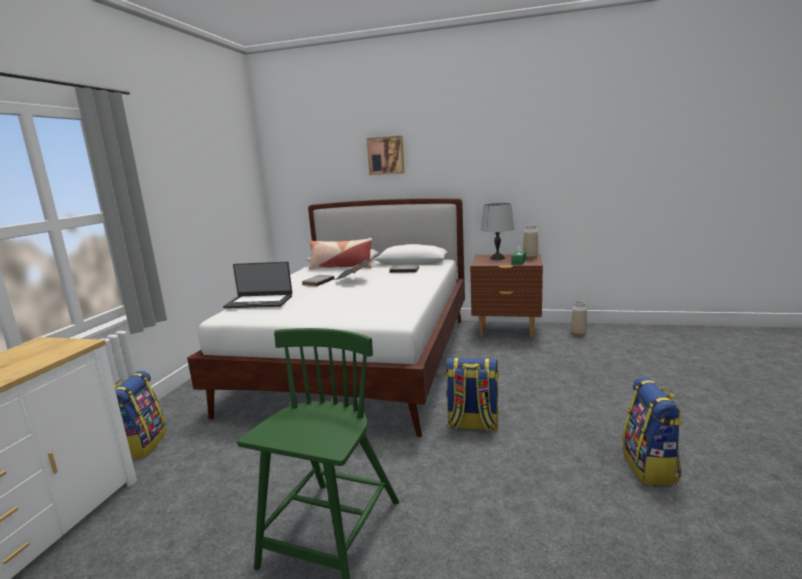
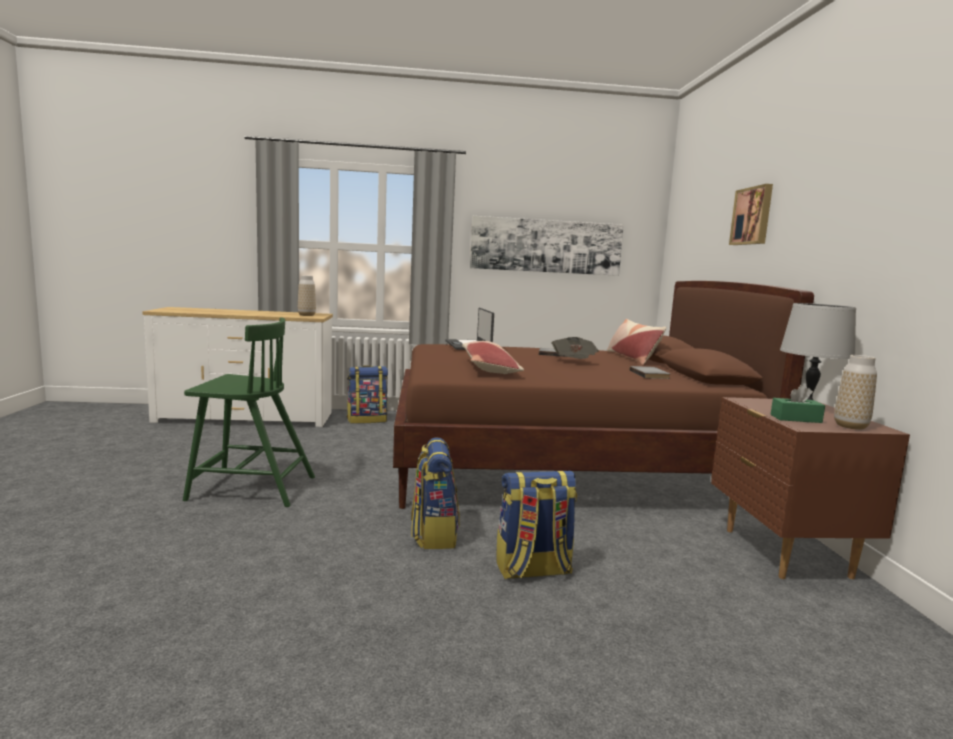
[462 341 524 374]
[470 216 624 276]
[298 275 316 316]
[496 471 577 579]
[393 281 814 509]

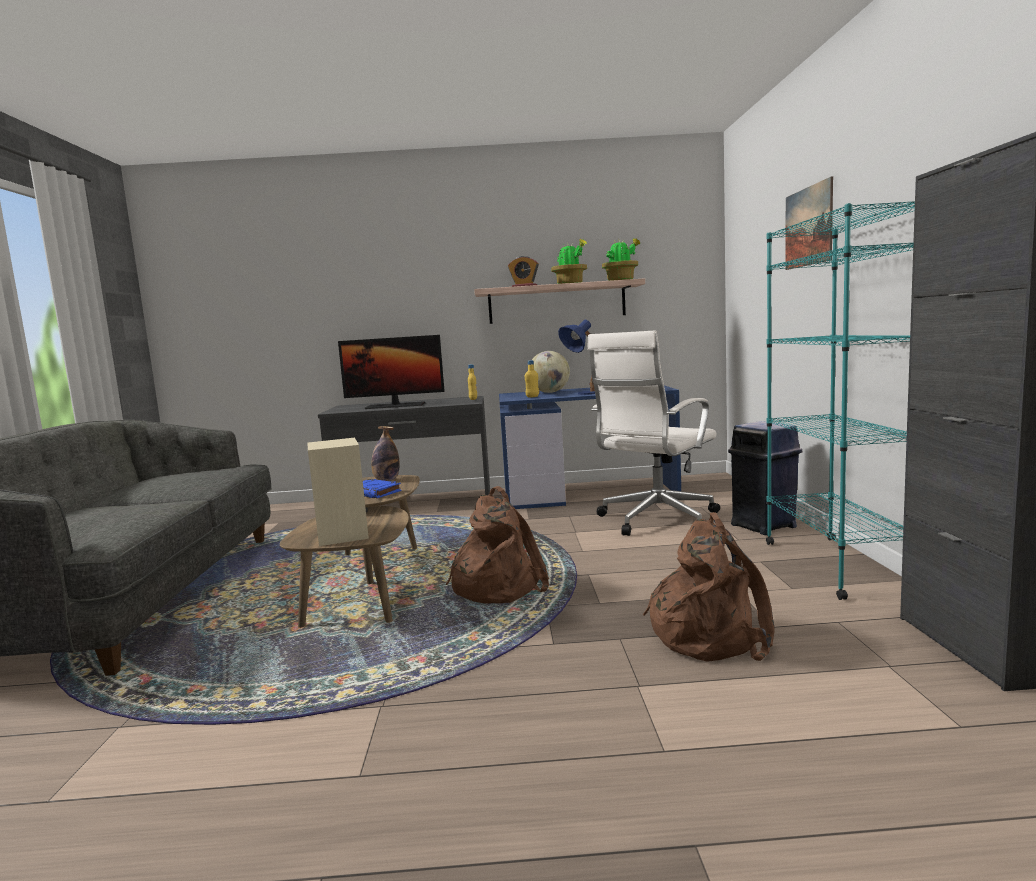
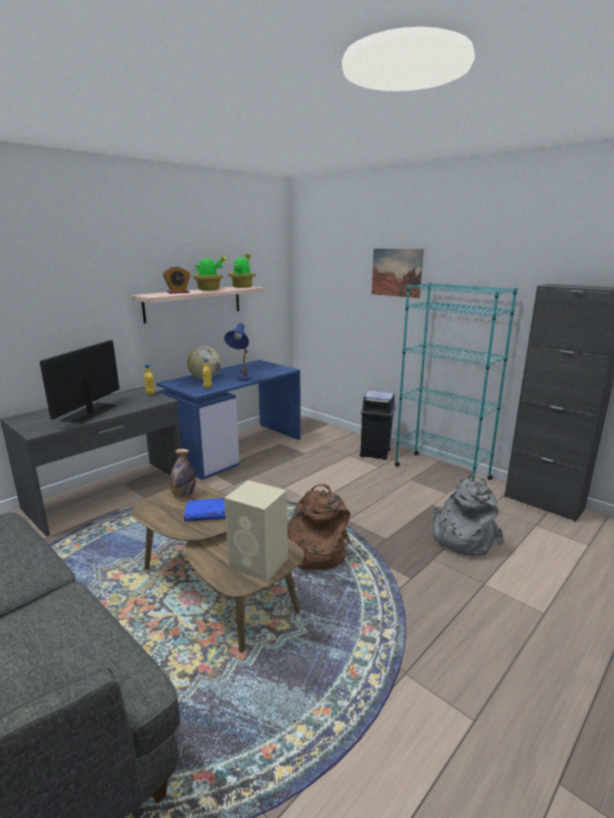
[587 331 720 536] (first image)
[432 474 504 556]
[39 340 120 424]

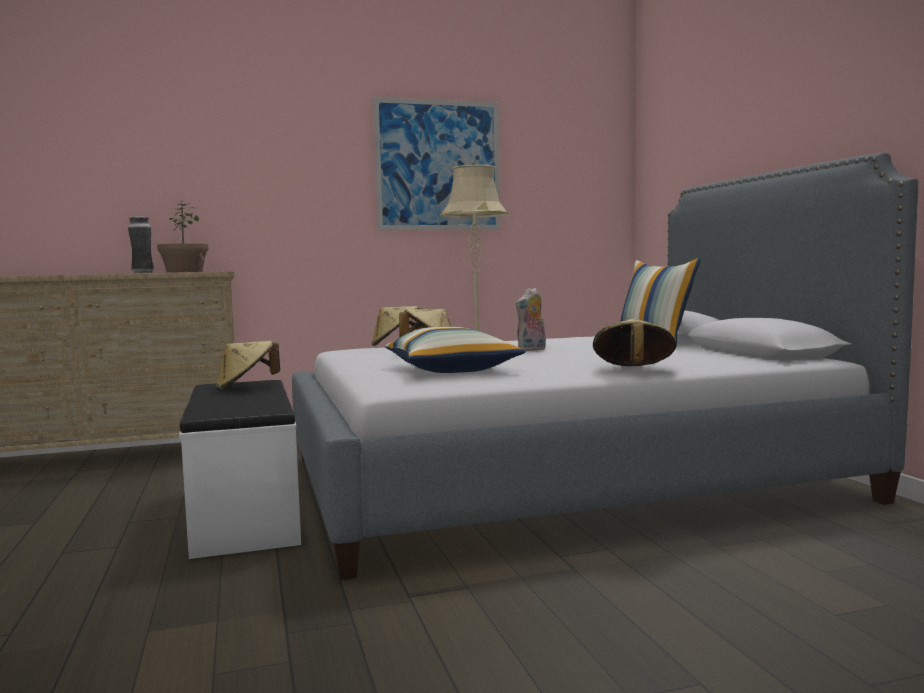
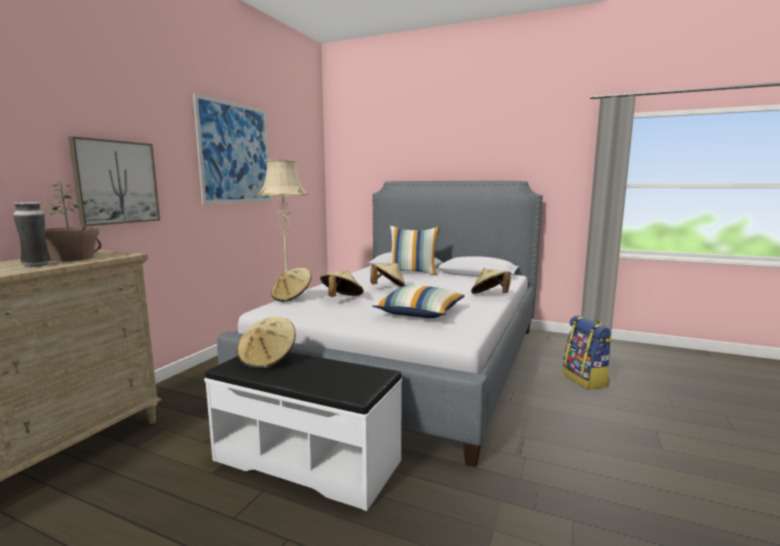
[68 136 160 226]
[562 315 612 390]
[371 263 406 287]

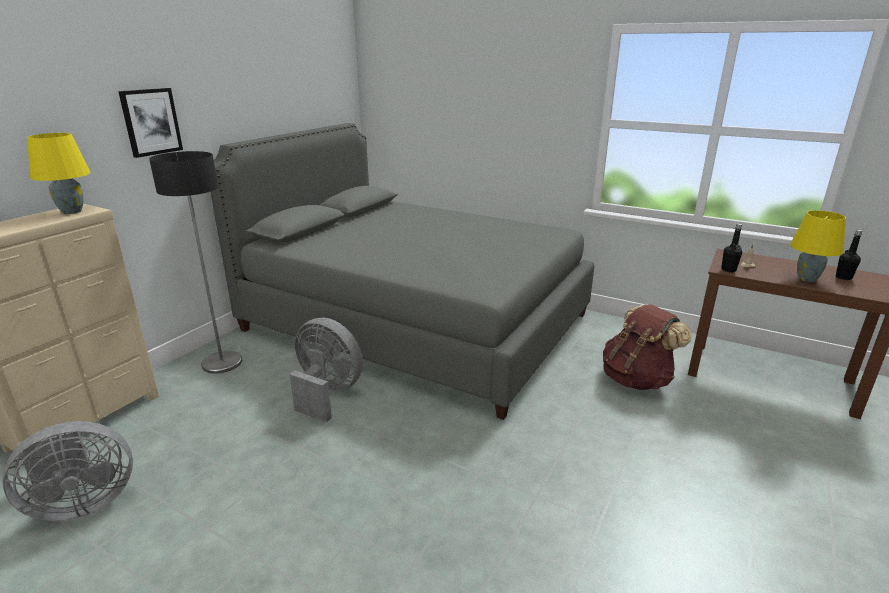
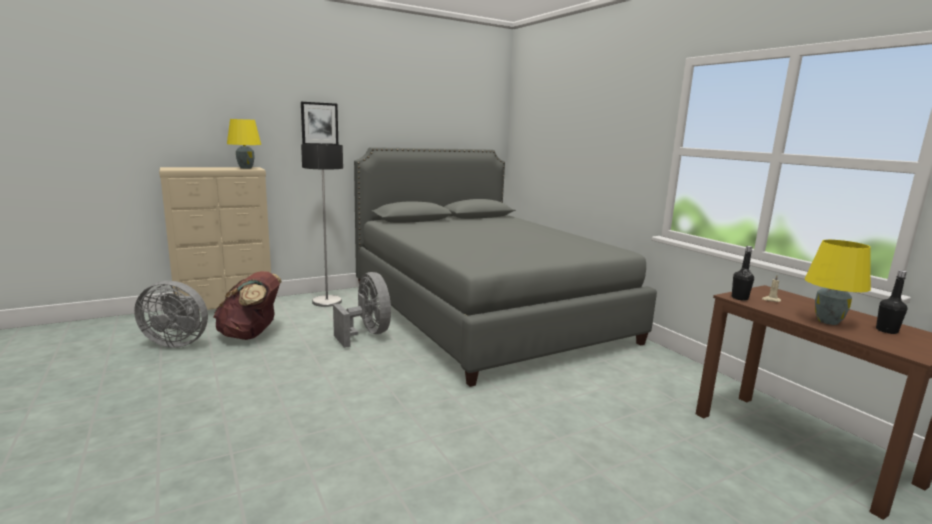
[213 271 282 340]

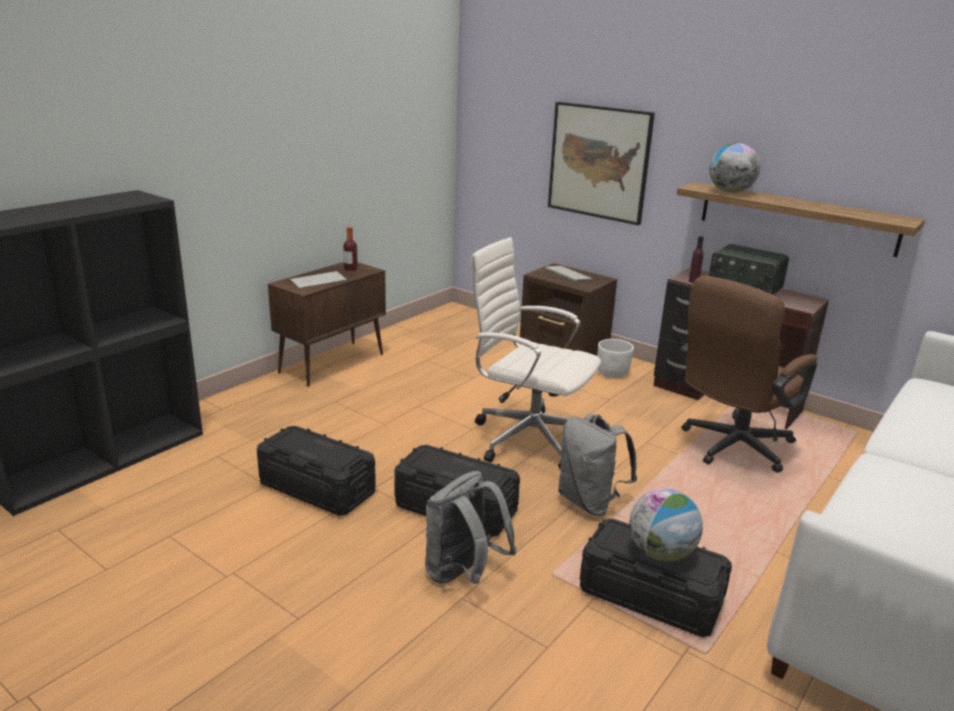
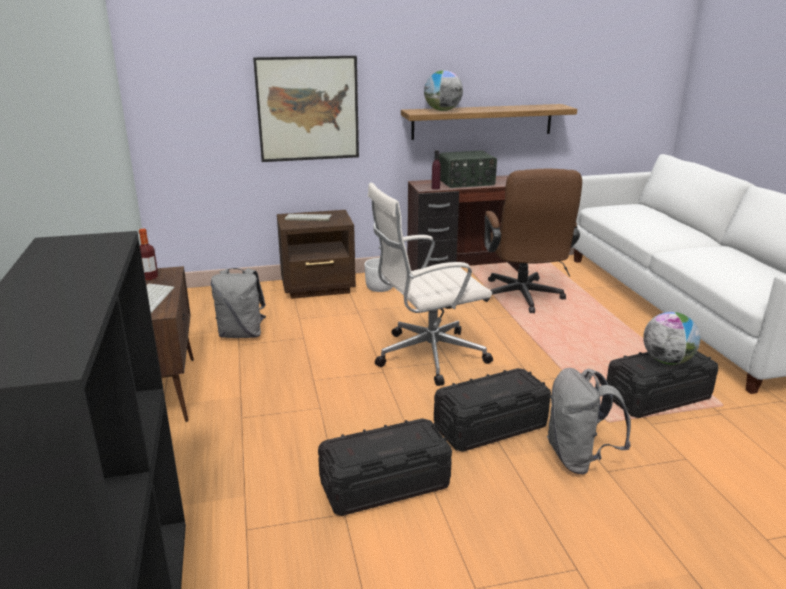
[211 268 266 338]

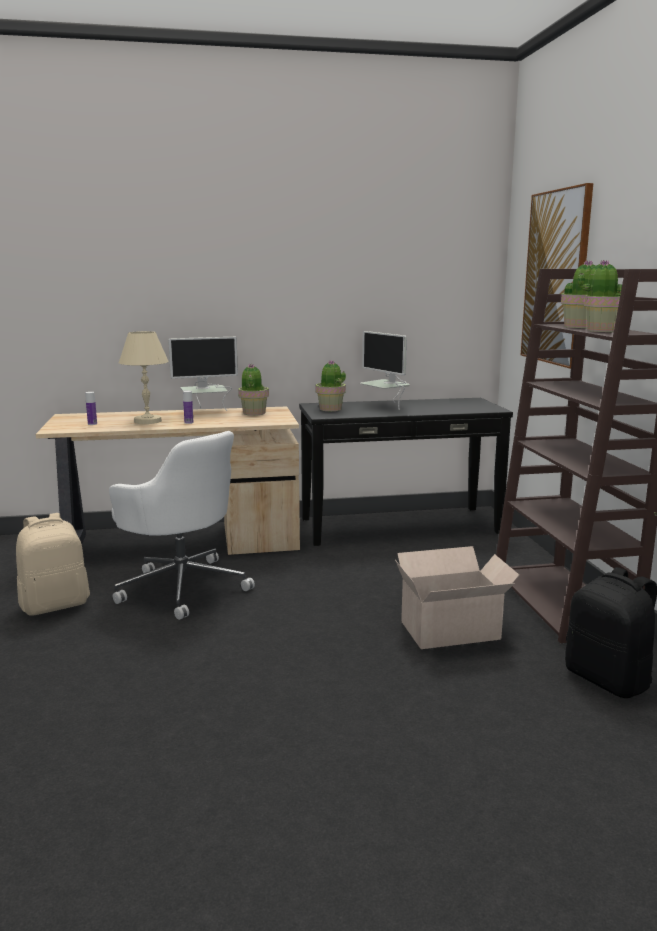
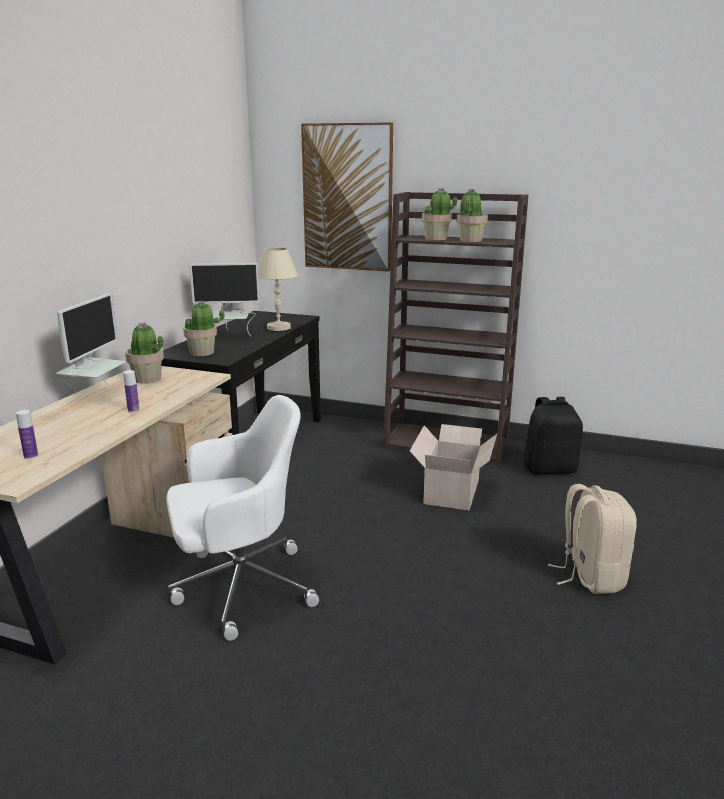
[548 484 637 594]
[258 247 298 331]

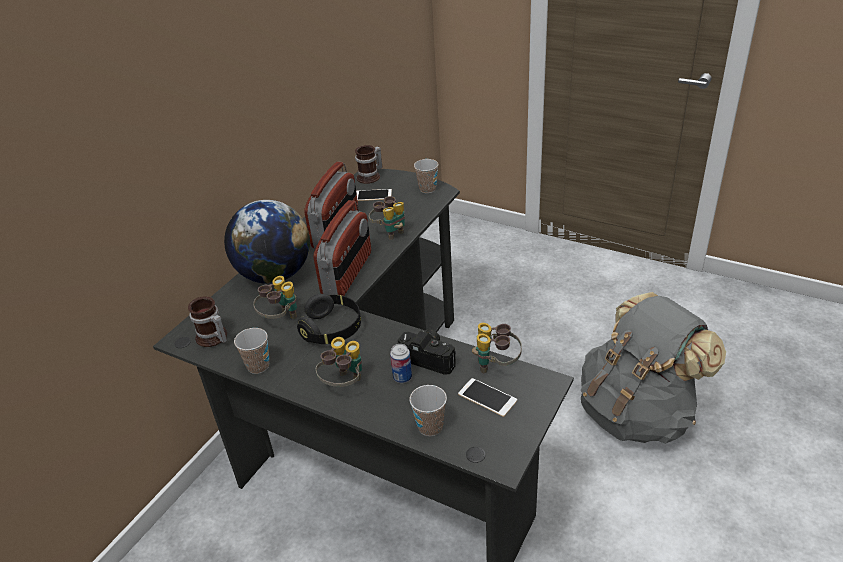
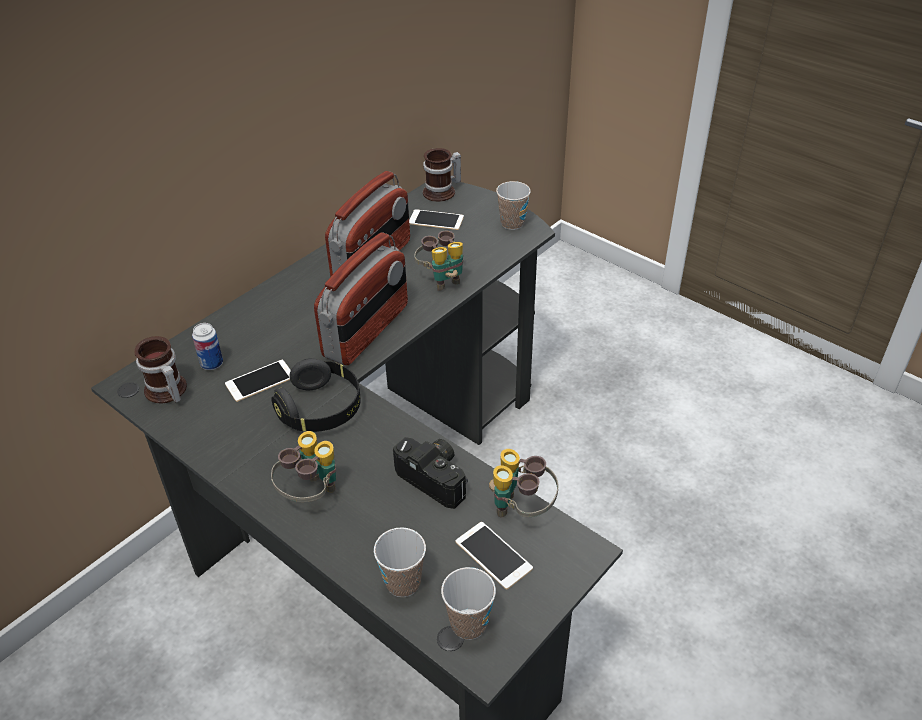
[224 200 310 284] (first image)
[580 292 726 444] (first image)
[441 567 496 640]
[192 323 223 370]
[225 360 291 402]

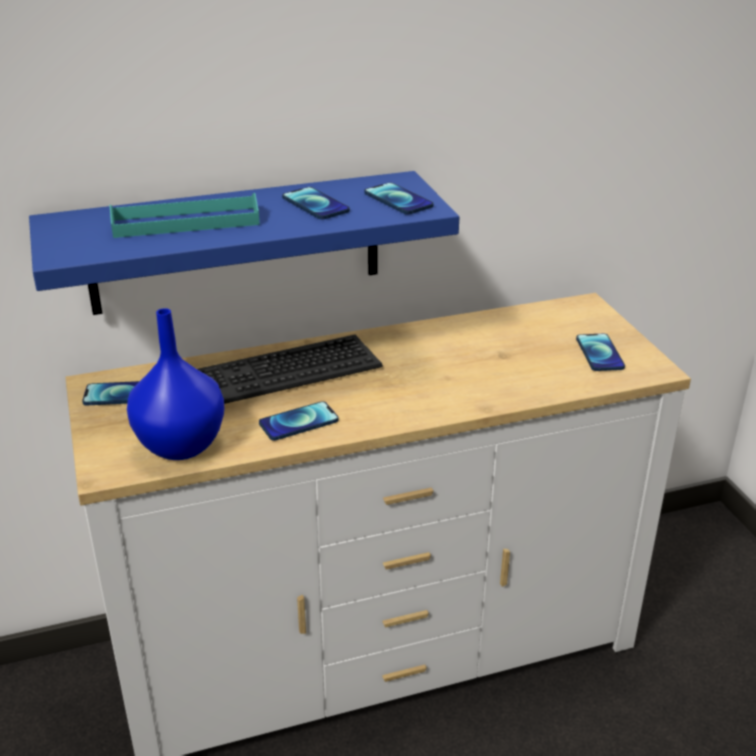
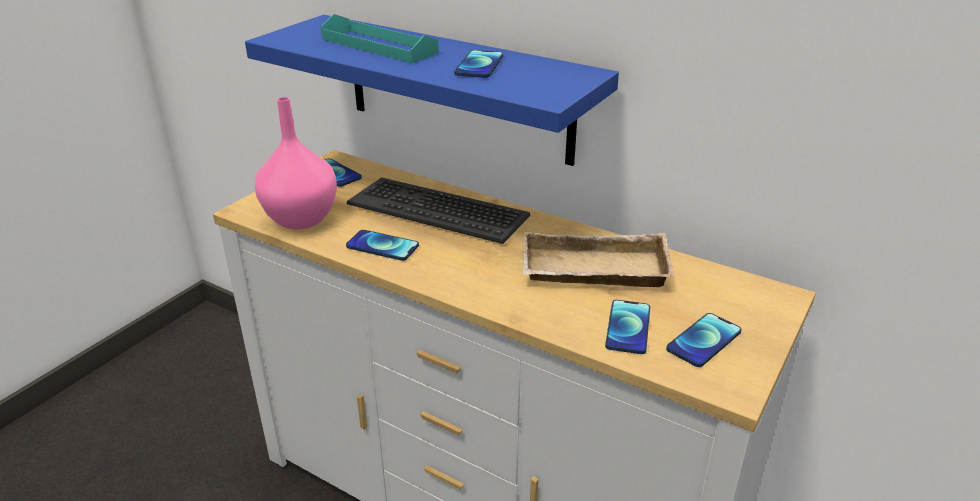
[522 232 675 287]
[605 300 650 354]
[255 97 337 229]

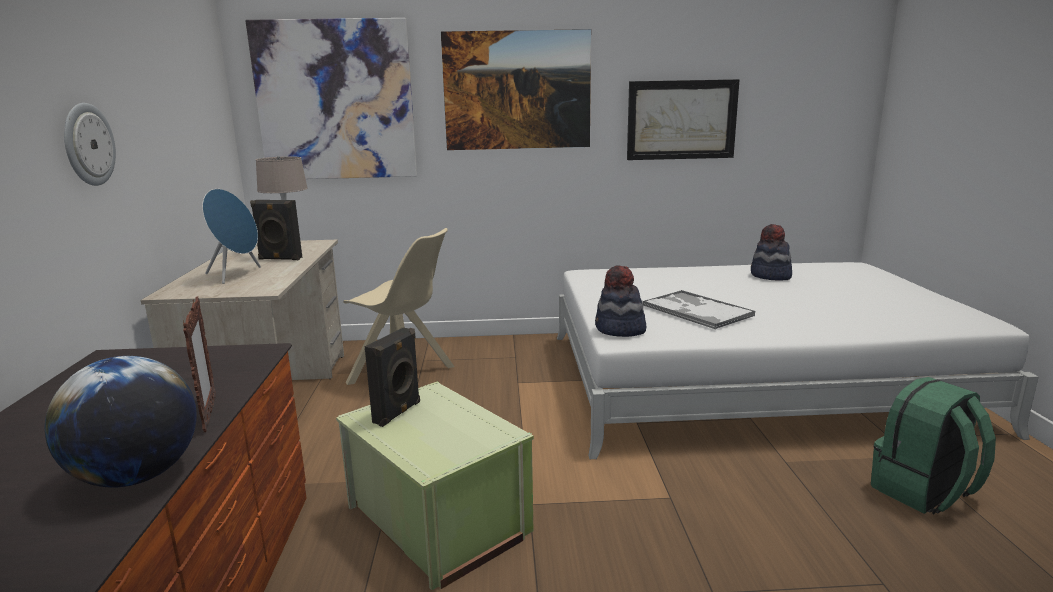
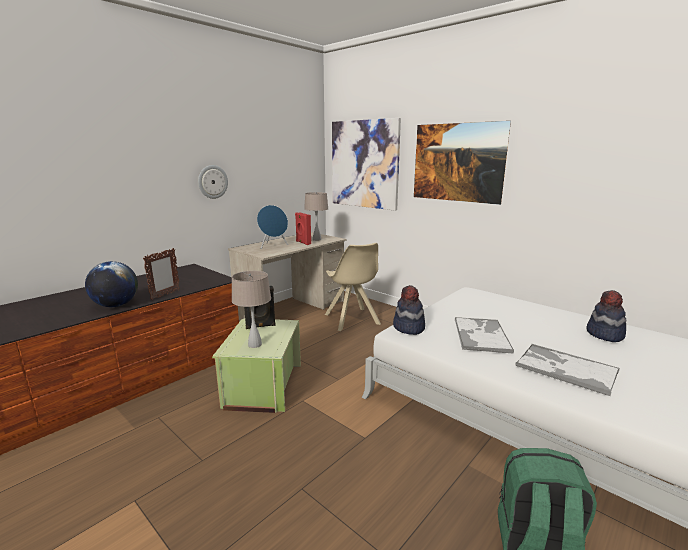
[627 79 740 160] (first image)
[232 271 271 348]
[515 344 620 396]
[295 213 311 245]

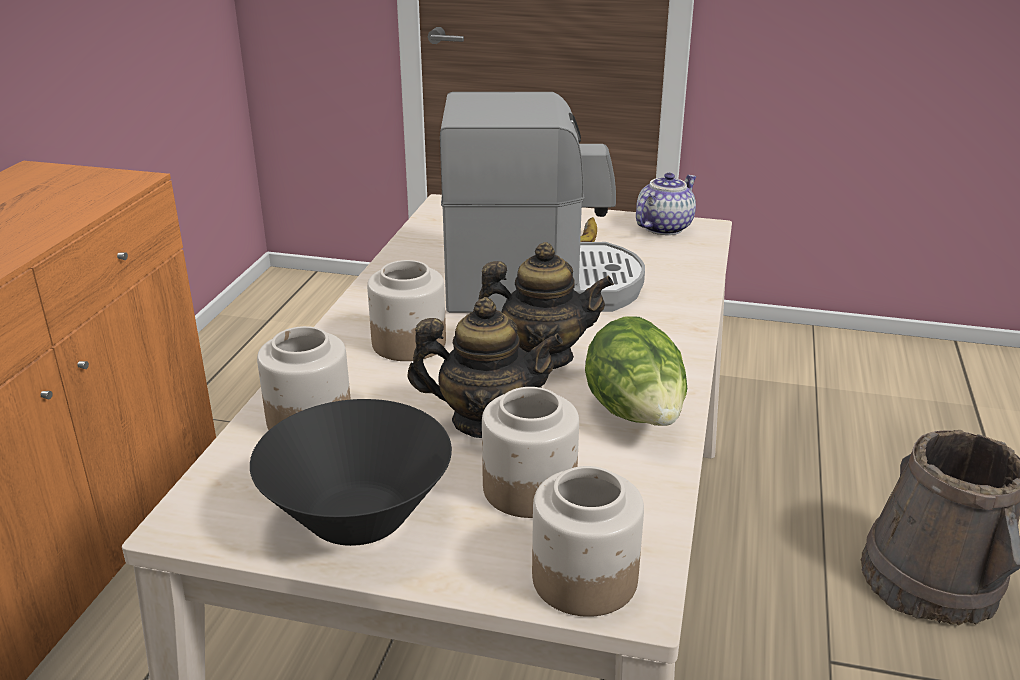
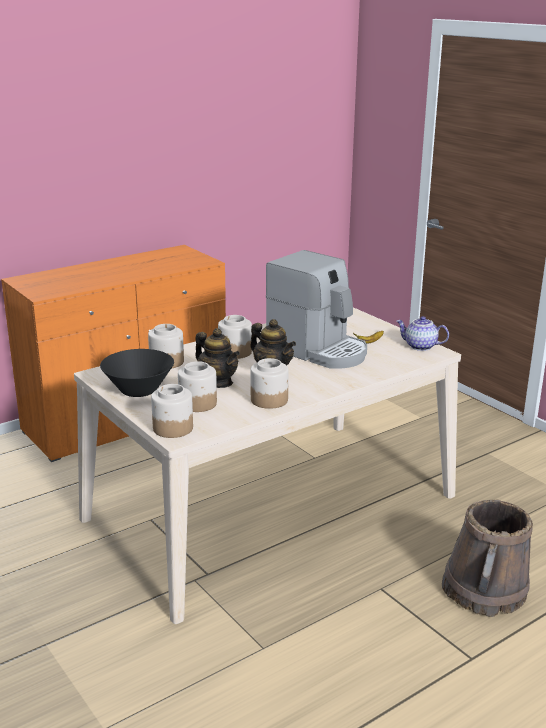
[251 358 289 409]
[397 316 449 351]

